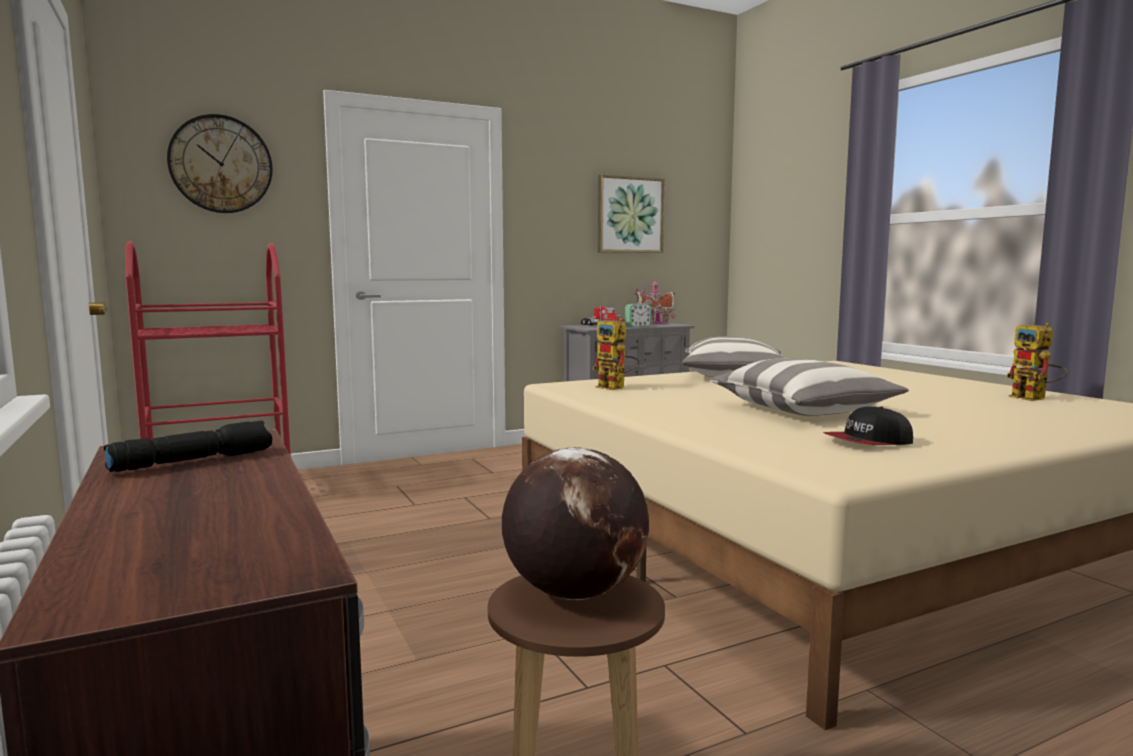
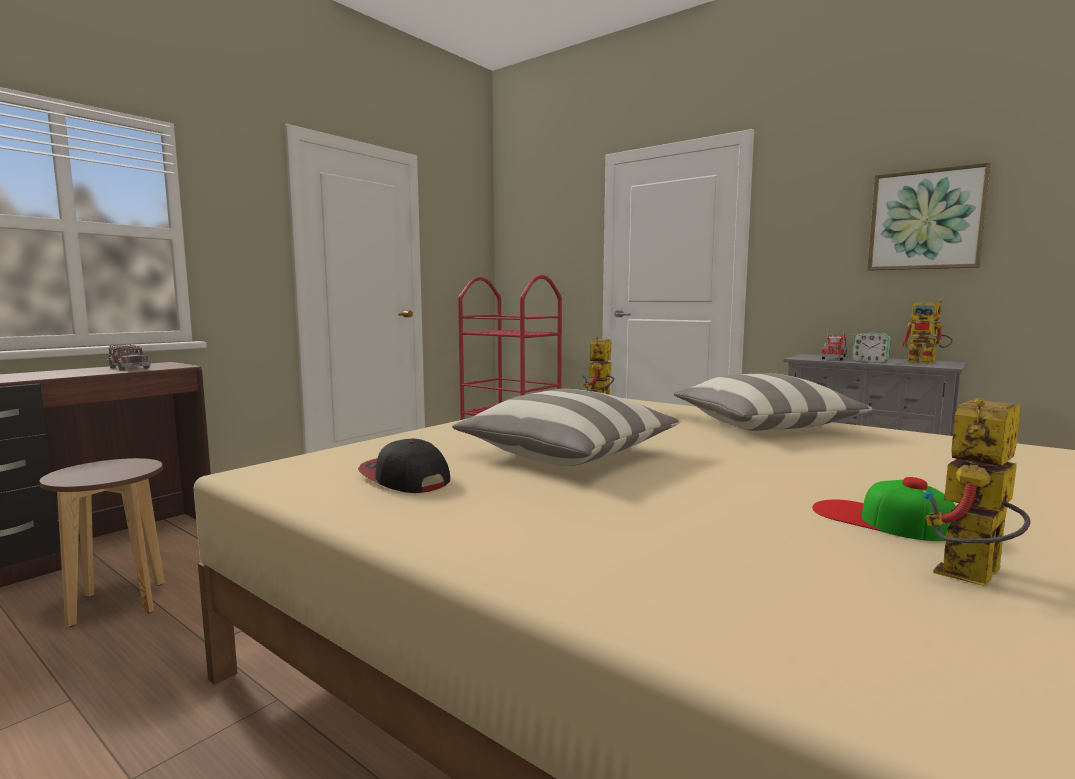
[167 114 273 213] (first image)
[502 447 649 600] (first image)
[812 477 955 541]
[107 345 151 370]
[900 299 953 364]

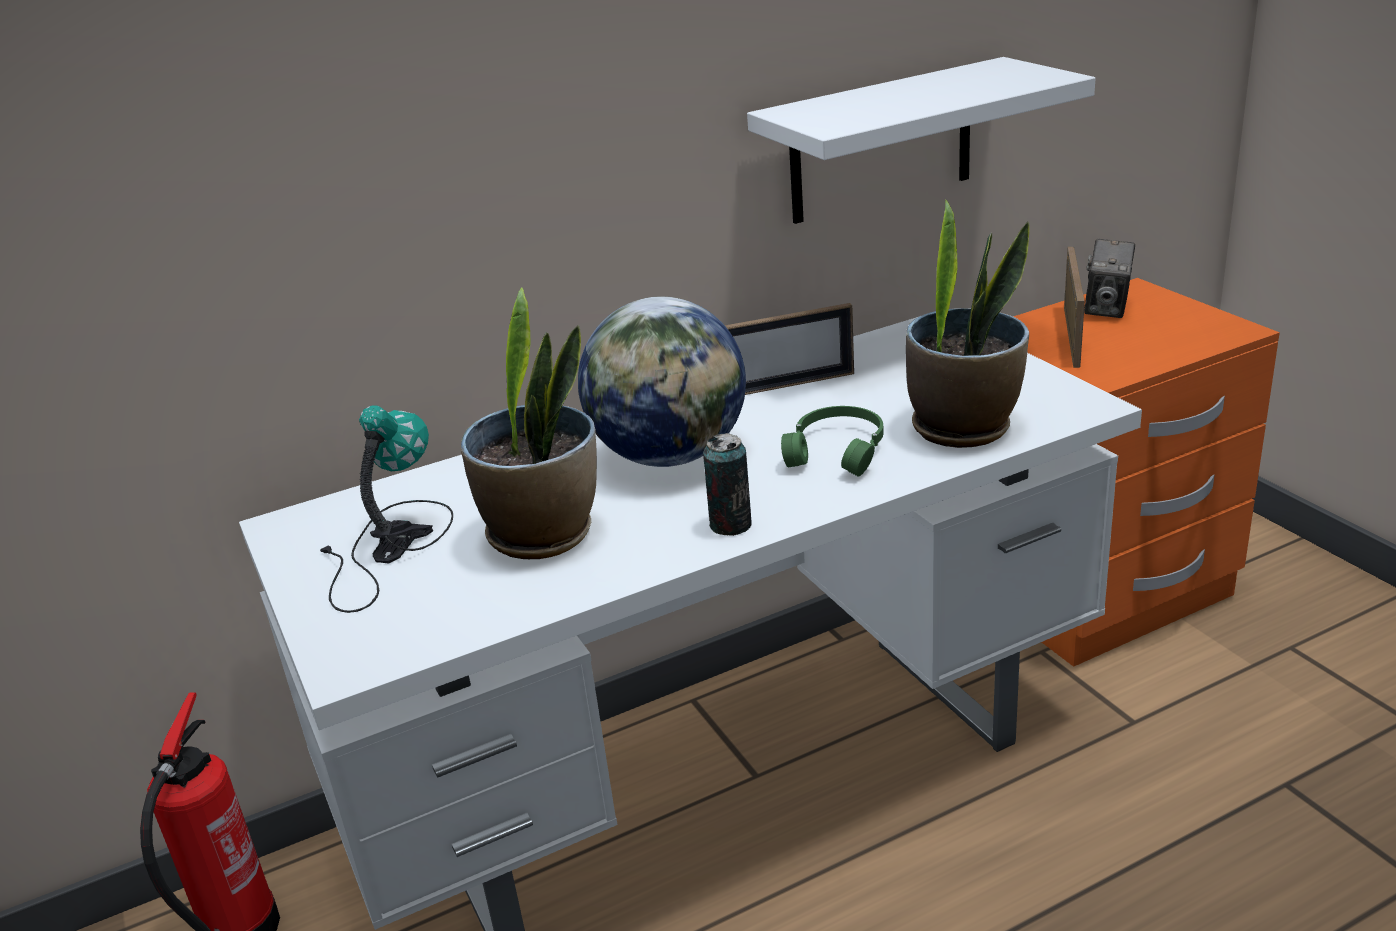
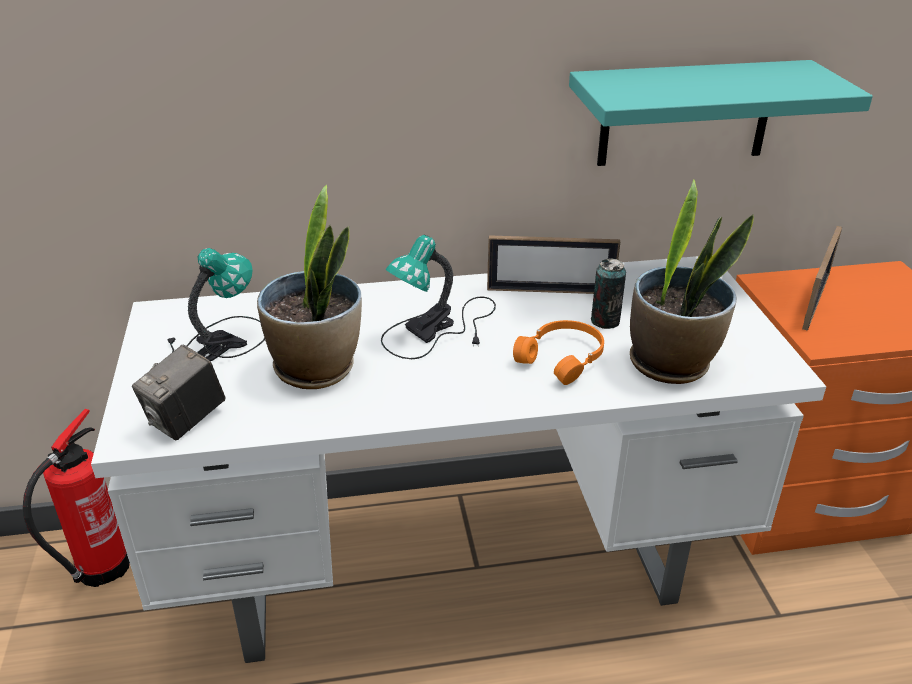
[591 258 626 329]
[132 345 226 440]
[381 235 496 359]
[569 60 873 166]
[513 320 604 385]

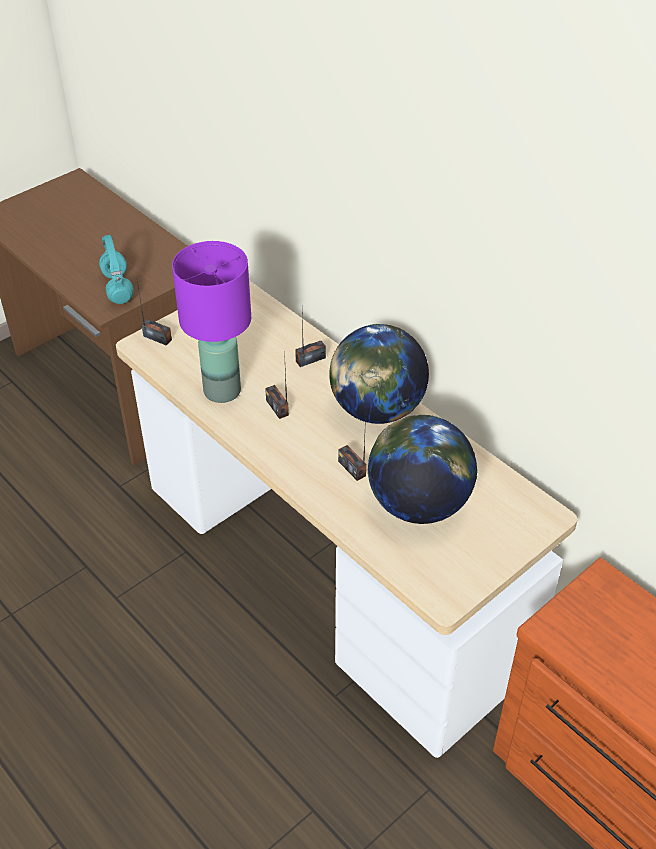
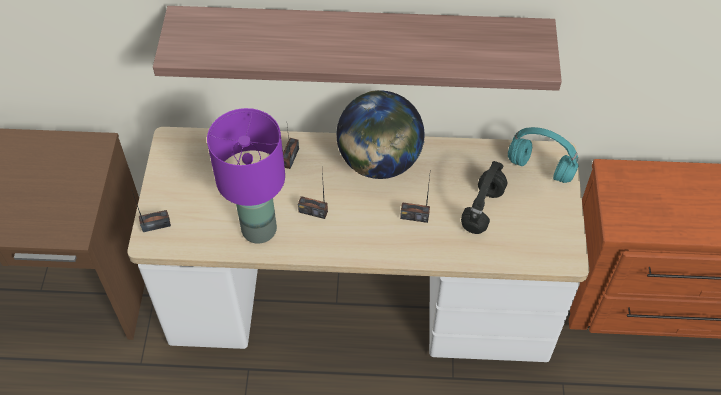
[153 6 562 91]
[508 127 579 183]
[461 161 507 234]

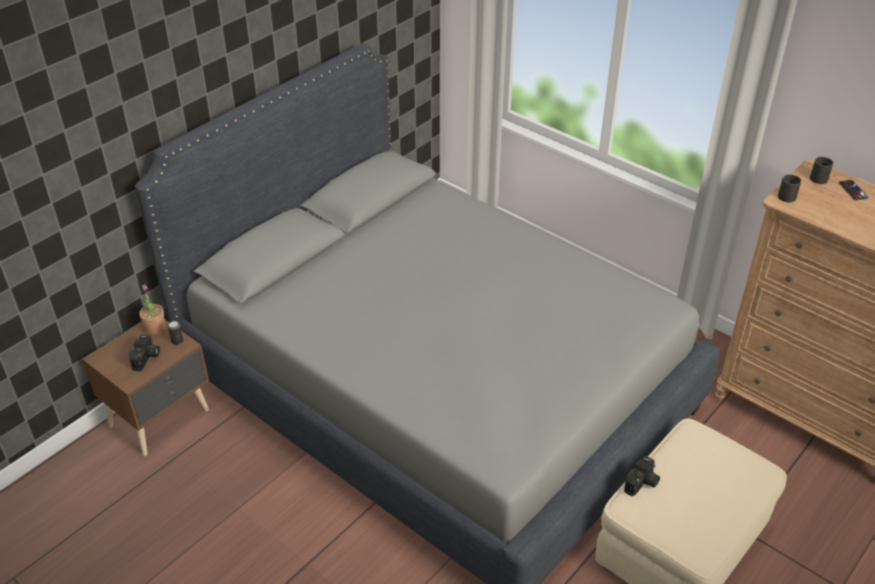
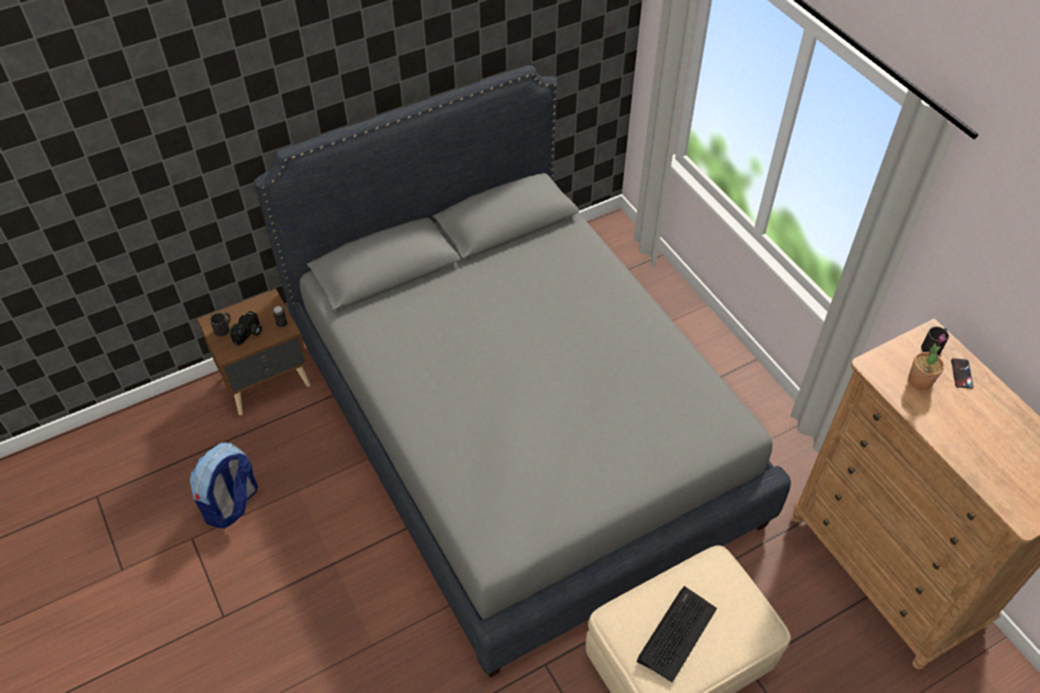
[624 456 660 496] (first image)
[190 442 258 528]
[637 586 717 682]
[908 334 946 390]
[210 312 231 337]

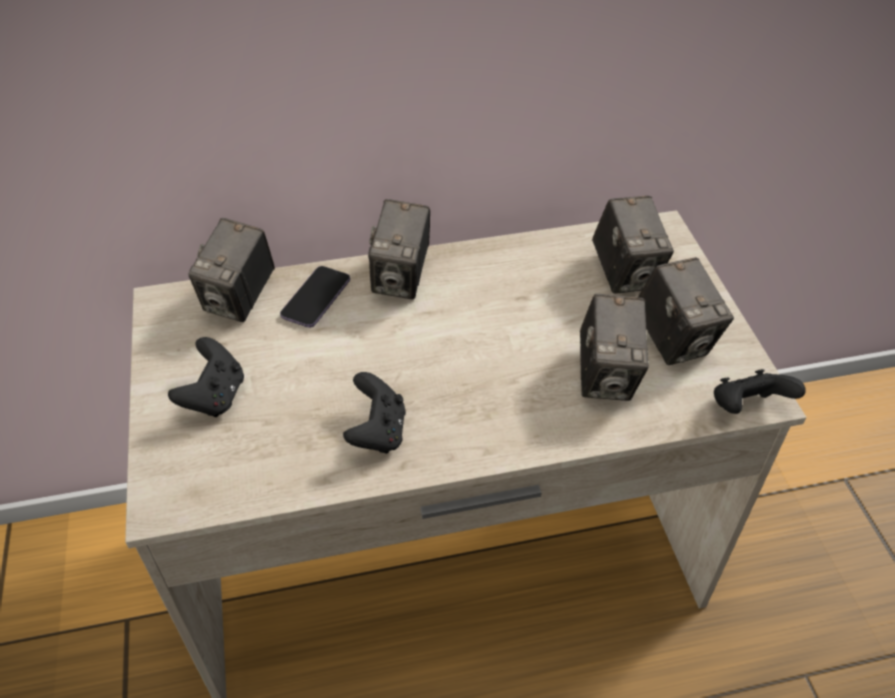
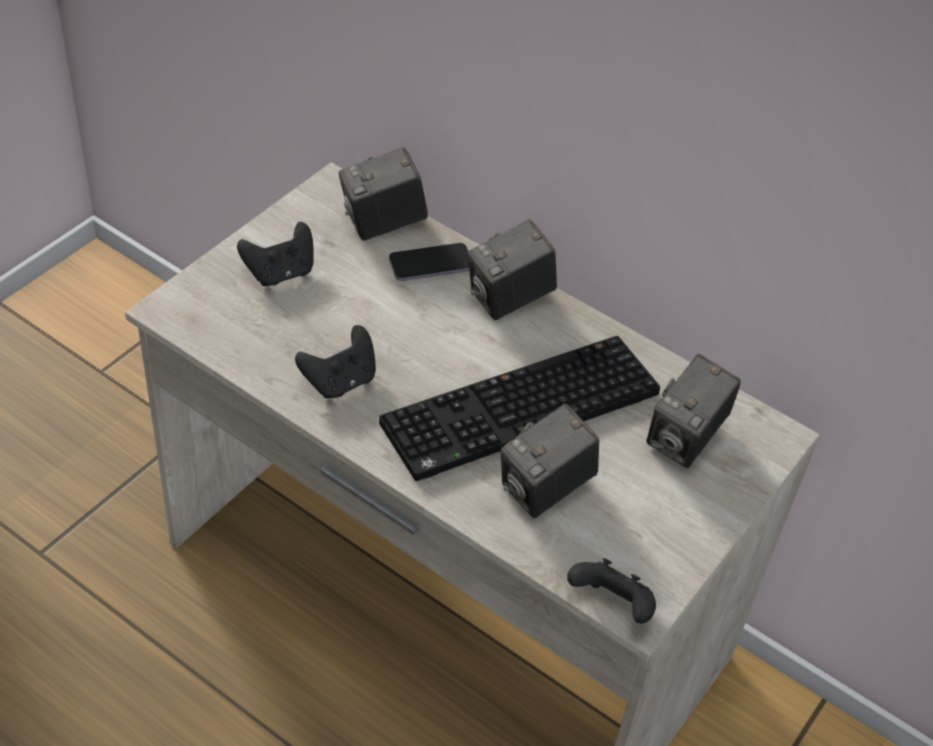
[638 257 734 365] (first image)
[379 336 660 481]

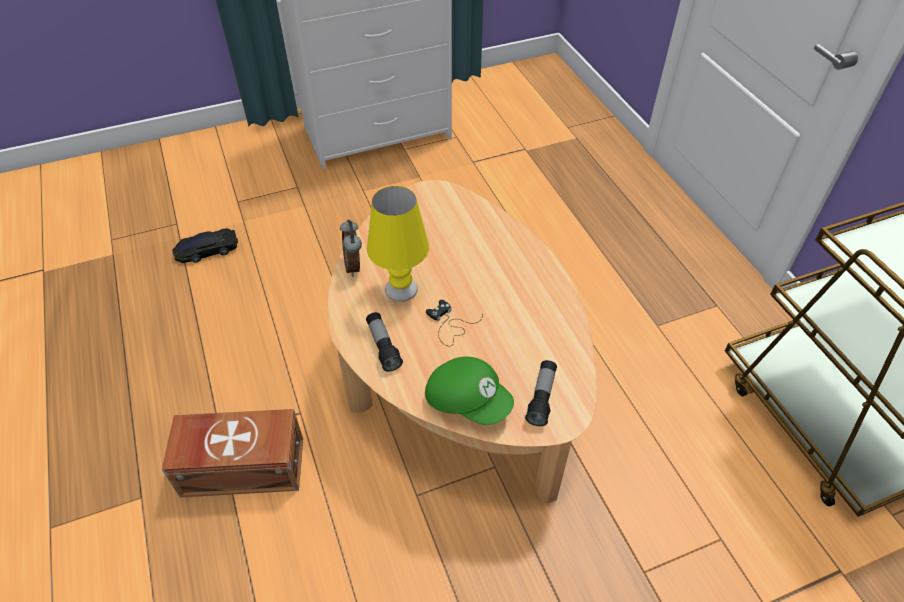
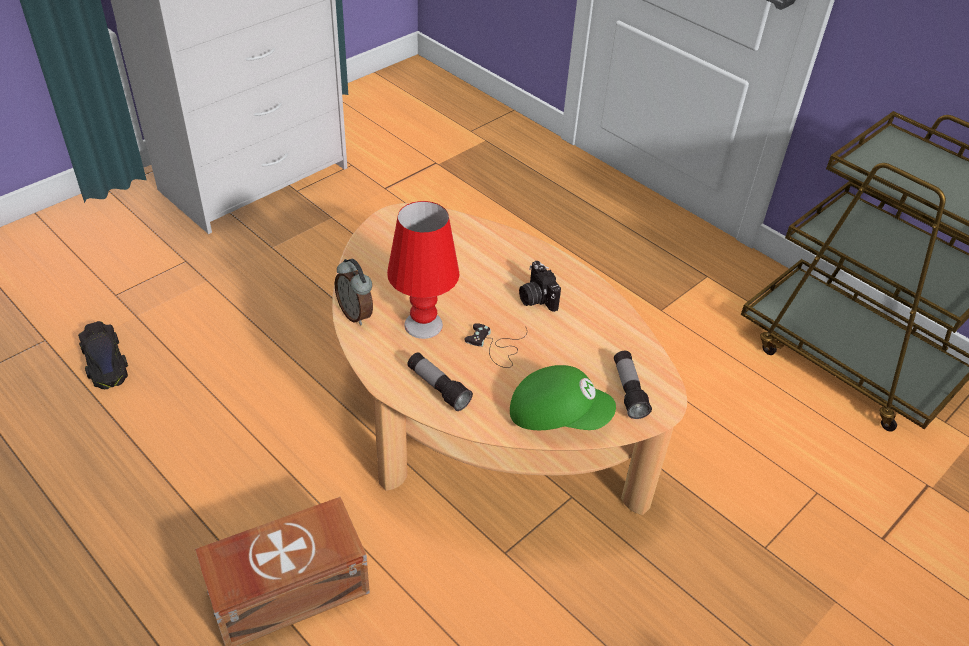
[519 261 561 312]
[387 201 460 339]
[78 321 128 389]

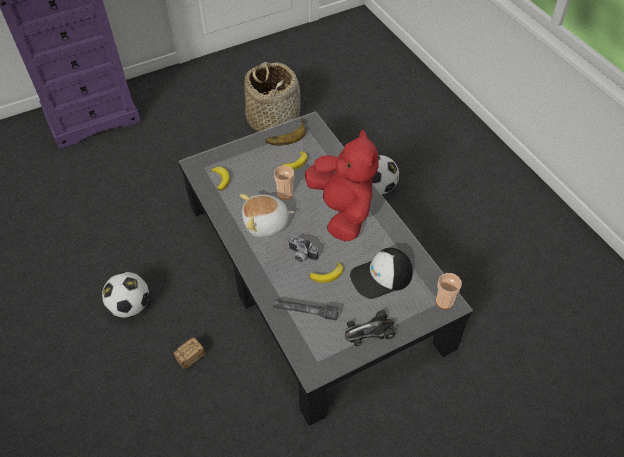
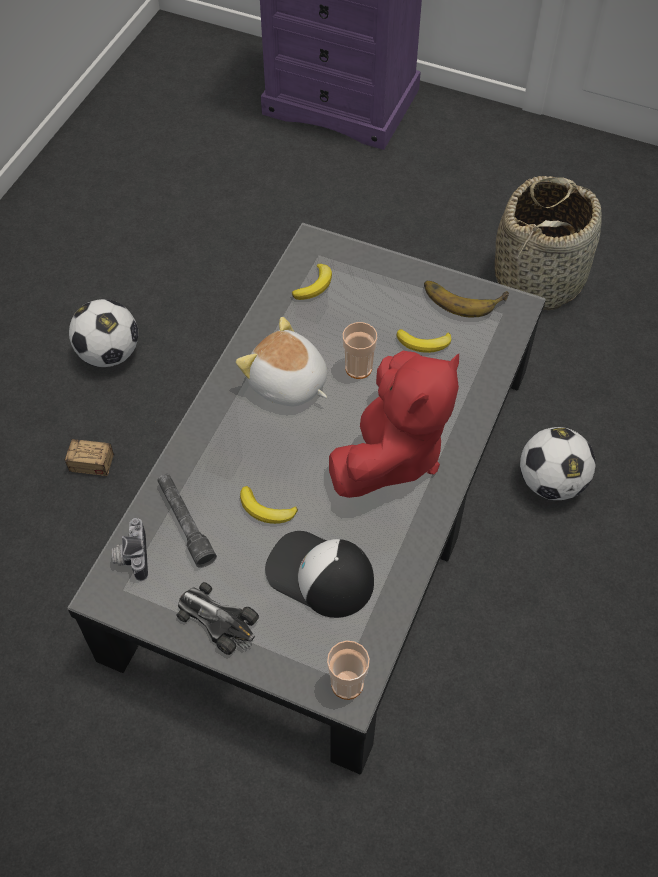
[112 518 148 581]

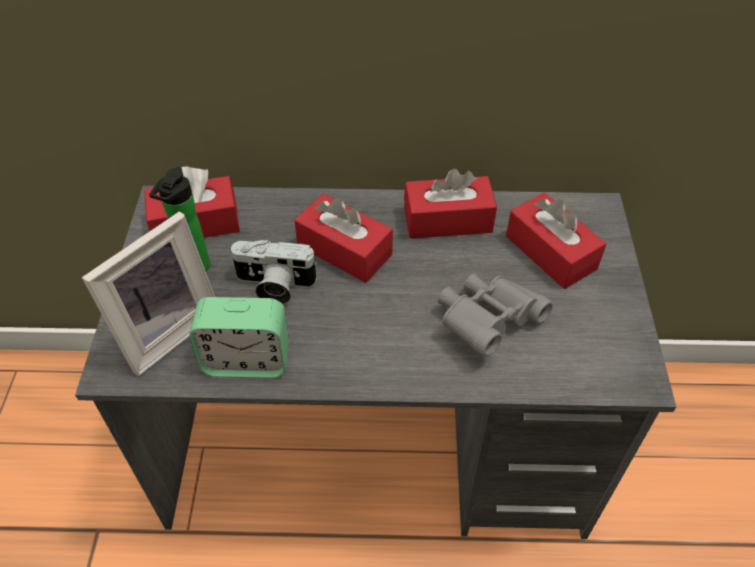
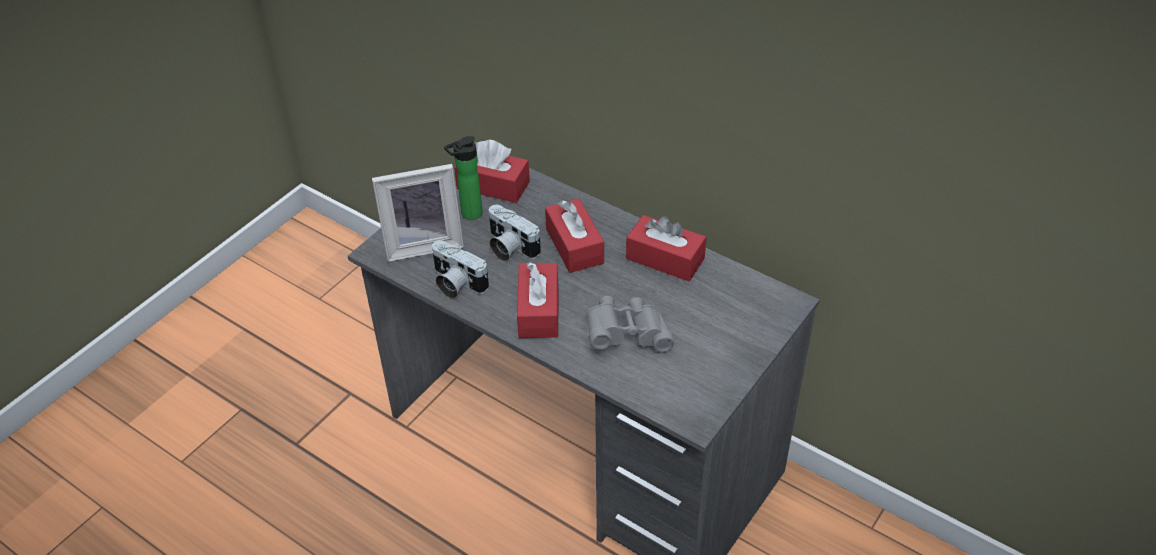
[517 262 558 338]
[432 240 489 298]

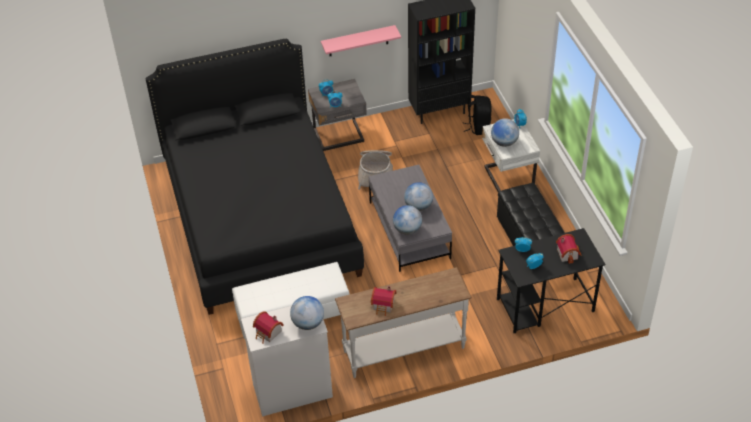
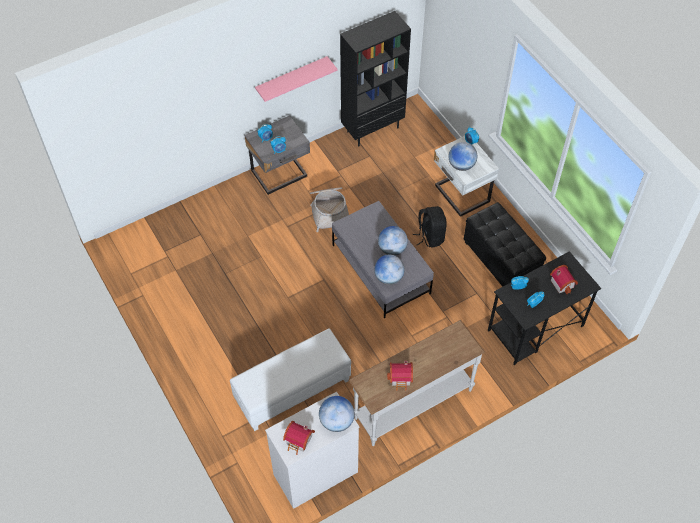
[146 39 364 315] (first image)
[412 206 447 248]

